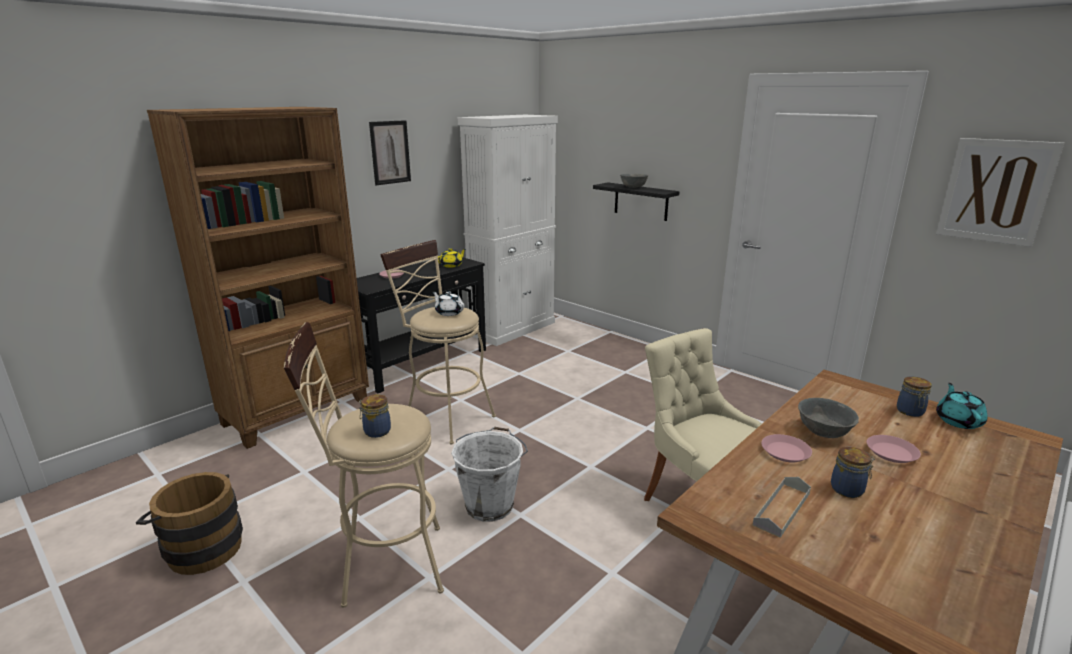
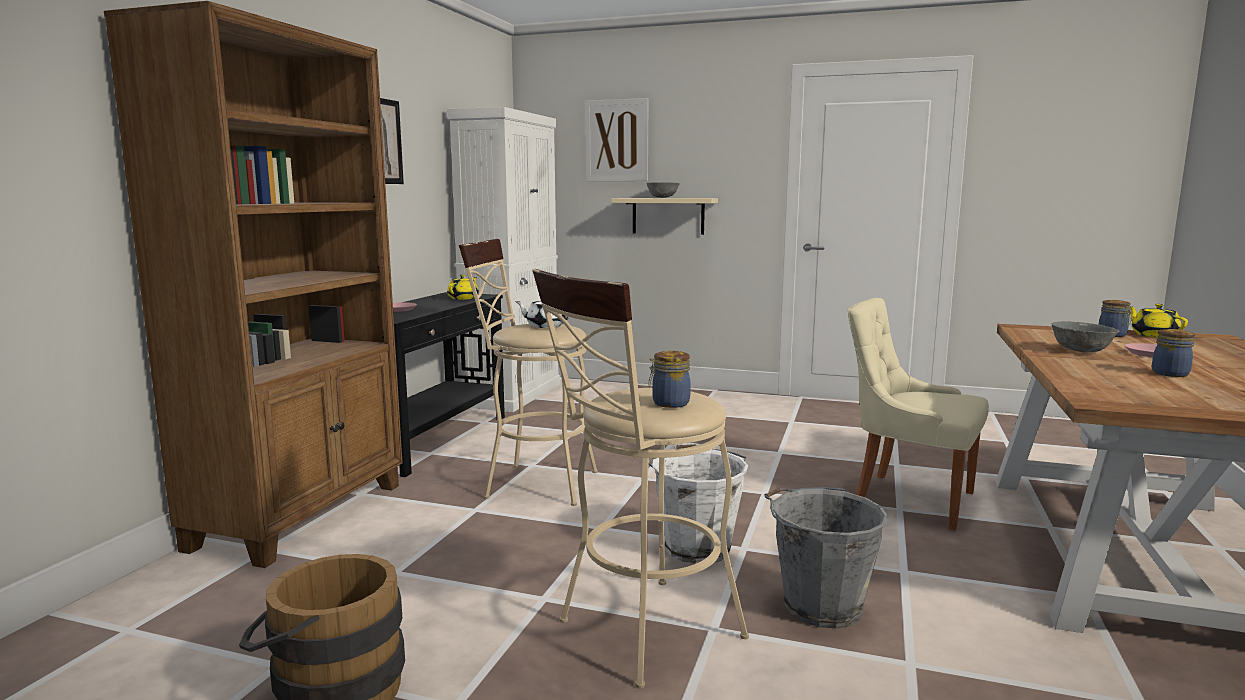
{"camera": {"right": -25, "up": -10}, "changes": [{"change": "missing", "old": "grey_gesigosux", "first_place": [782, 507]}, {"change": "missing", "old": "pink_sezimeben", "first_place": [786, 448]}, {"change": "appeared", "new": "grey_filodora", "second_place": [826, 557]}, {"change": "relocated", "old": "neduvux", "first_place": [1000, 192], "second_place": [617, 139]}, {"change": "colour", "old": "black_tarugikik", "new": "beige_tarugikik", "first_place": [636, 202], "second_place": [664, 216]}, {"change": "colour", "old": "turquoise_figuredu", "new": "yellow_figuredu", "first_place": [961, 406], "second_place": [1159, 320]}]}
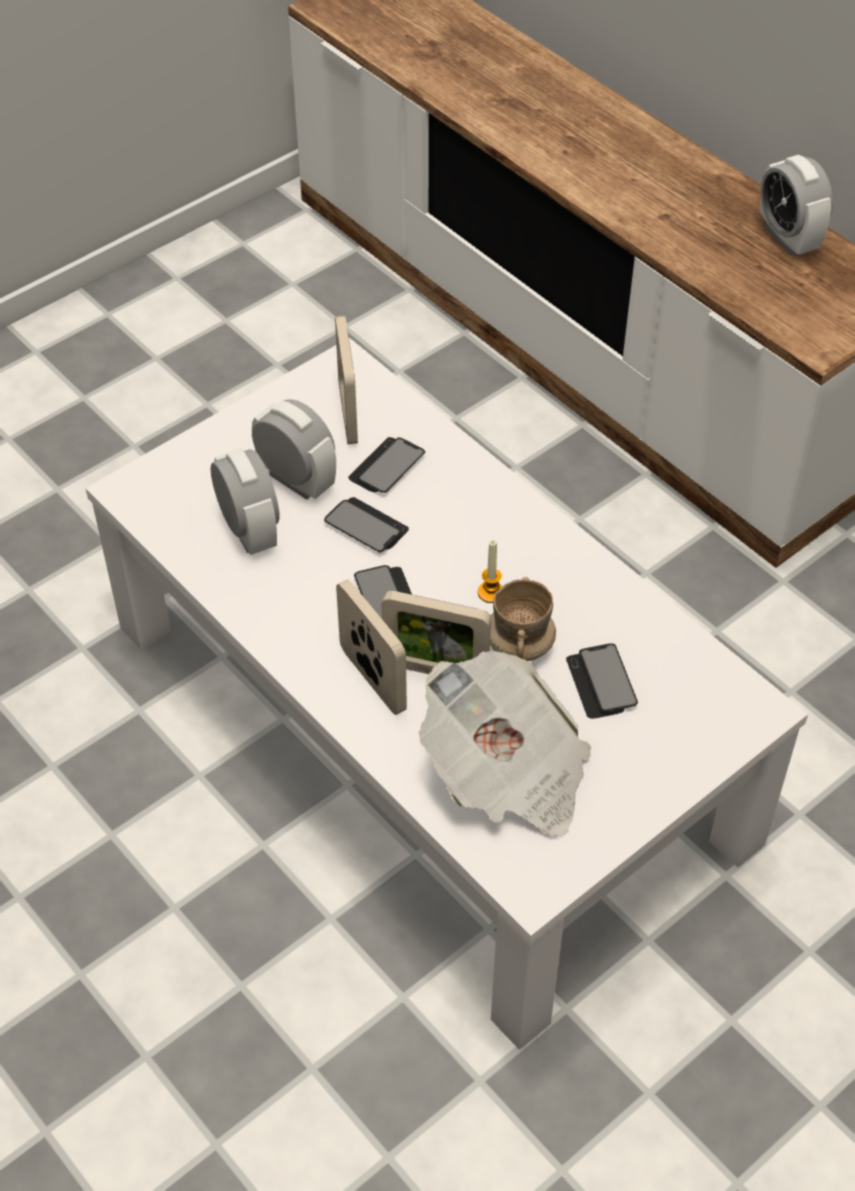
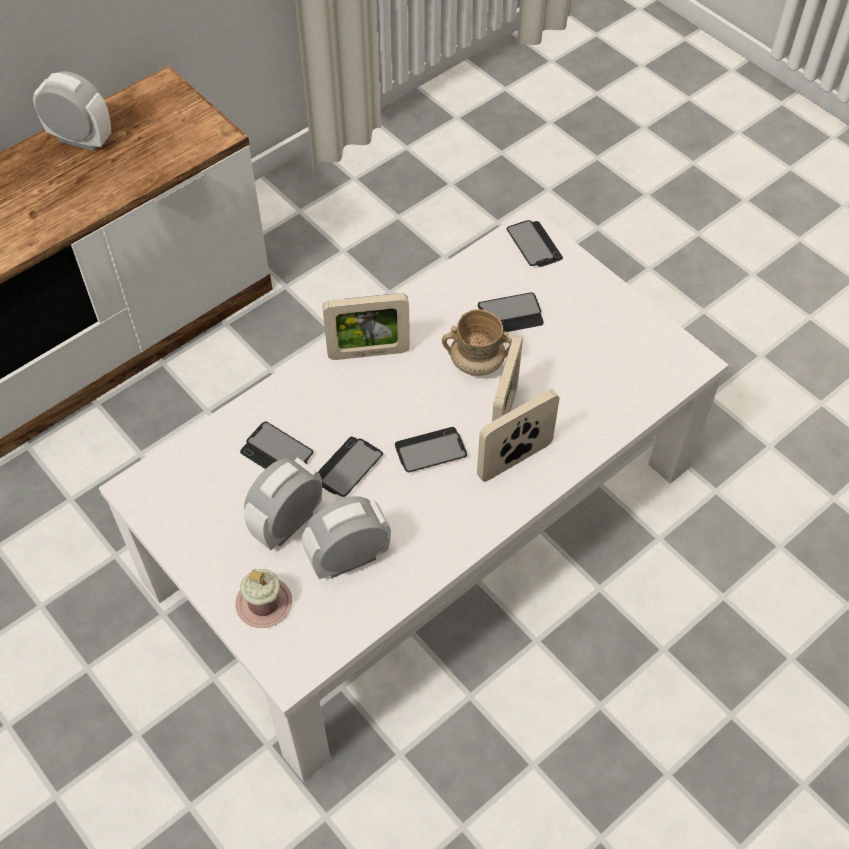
{"camera": {"right": -90, "up": 5}, "changes": [{"change": "missing", "old": "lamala", "first_place": [505, 744]}, {"change": "missing", "old": "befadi", "first_place": [490, 571]}, {"change": "appeared", "new": "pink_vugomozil", "second_place": [264, 598]}, {"change": "appeared", "new": "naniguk", "second_place": [535, 243]}, {"change": "relocated", "old": "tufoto", "first_place": [346, 380], "second_place": [366, 326]}, {"change": "spun", "old": "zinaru", "first_place": [796, 205], "second_place": [72, 111], "degrees": -135}]}
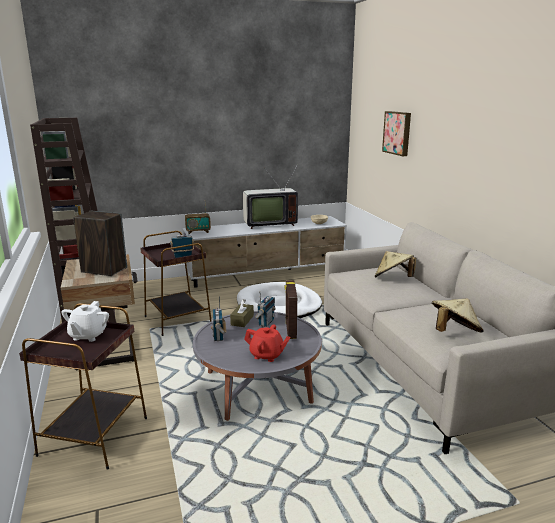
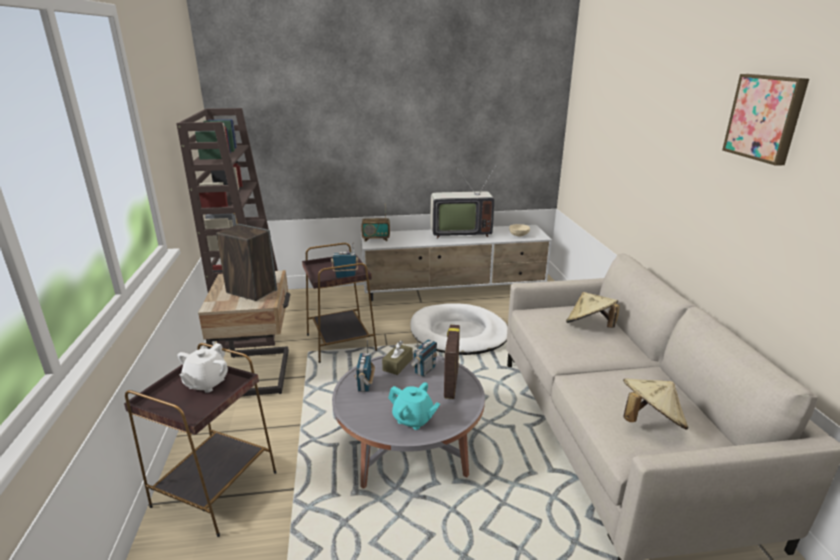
{"camera": {"right": 10, "up": 5}, "changes": [{"change": "relocated", "old": "neduvux", "first_place": [396, 133], "second_place": [765, 120]}, {"change": "colour", "old": "red_figuredu", "new": "turquoise_figuredu", "first_place": [267, 343], "second_place": [414, 406]}]}
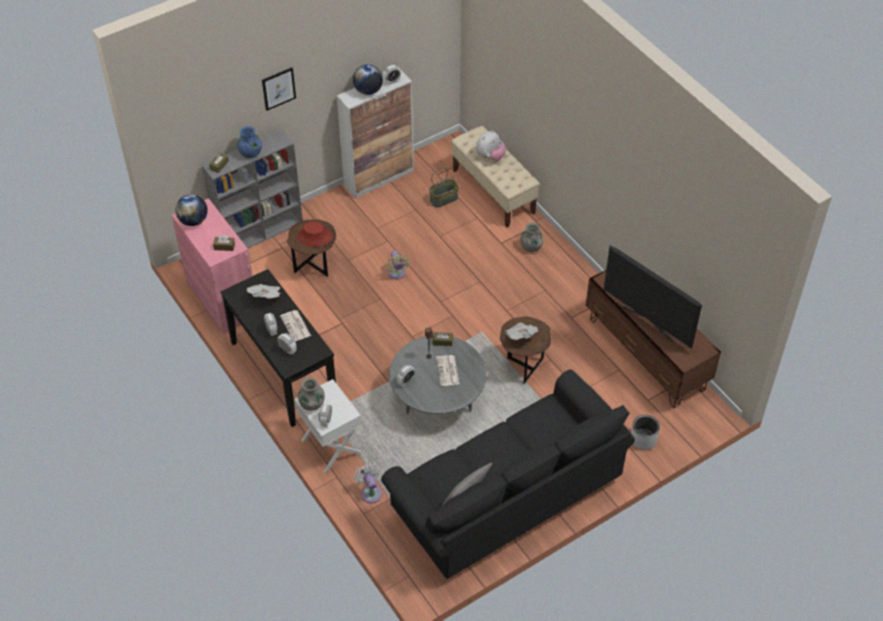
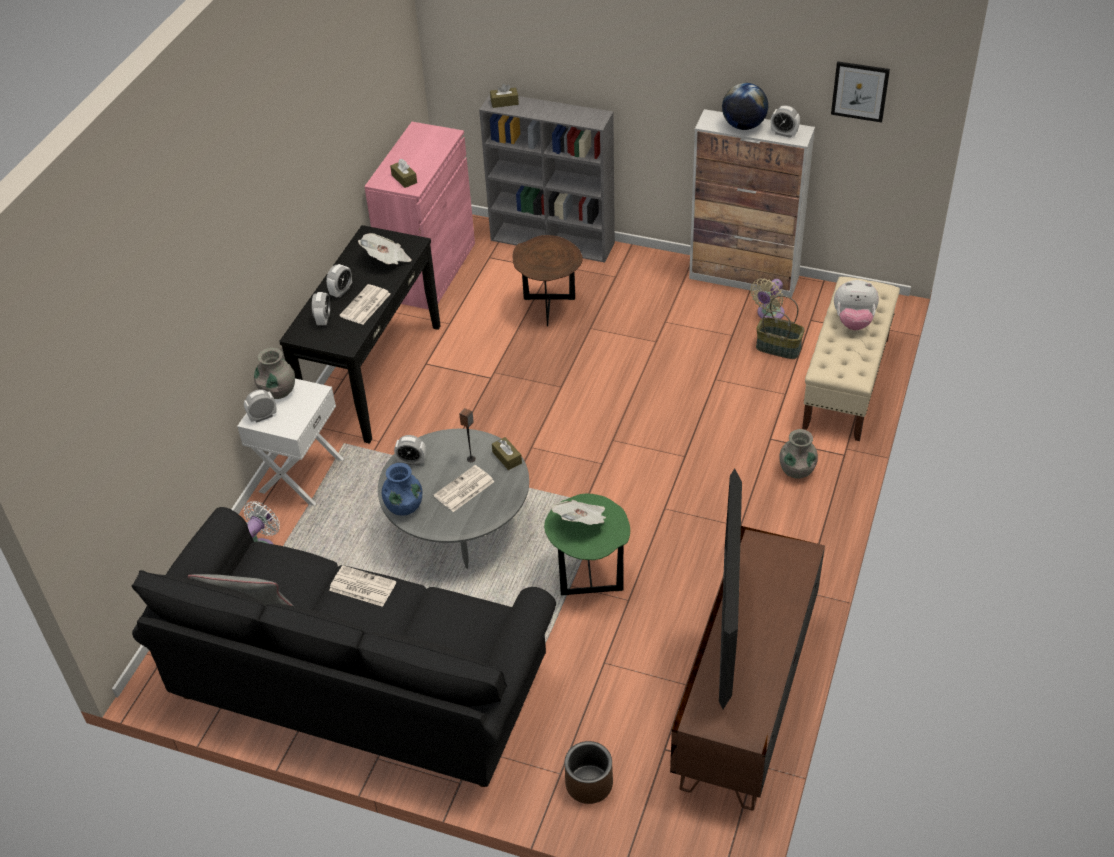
{"camera": {"right": 55, "up": -5}, "changes": [{"change": "missing", "old": "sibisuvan", "first_place": [191, 210]}, {"change": "missing", "old": "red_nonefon", "first_place": [315, 234]}, {"change": "appeared", "new": "lamala", "second_place": [362, 586]}, {"change": "relocated", "old": "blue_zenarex", "first_place": [249, 142], "second_place": [402, 489]}, {"change": "relocated", "old": "neduvux", "first_place": [279, 89], "second_place": [860, 92]}, {"change": "relocated", "old": "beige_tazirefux", "first_place": [398, 265], "second_place": [767, 298]}, {"change": "colour", "old": "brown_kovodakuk", "new": "green_kovodakuk", "first_place": [525, 350], "second_place": [587, 544]}, {"change": "colour", "old": "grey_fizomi", "new": "brown_fizomi", "first_place": [645, 432], "second_place": [588, 772]}]}
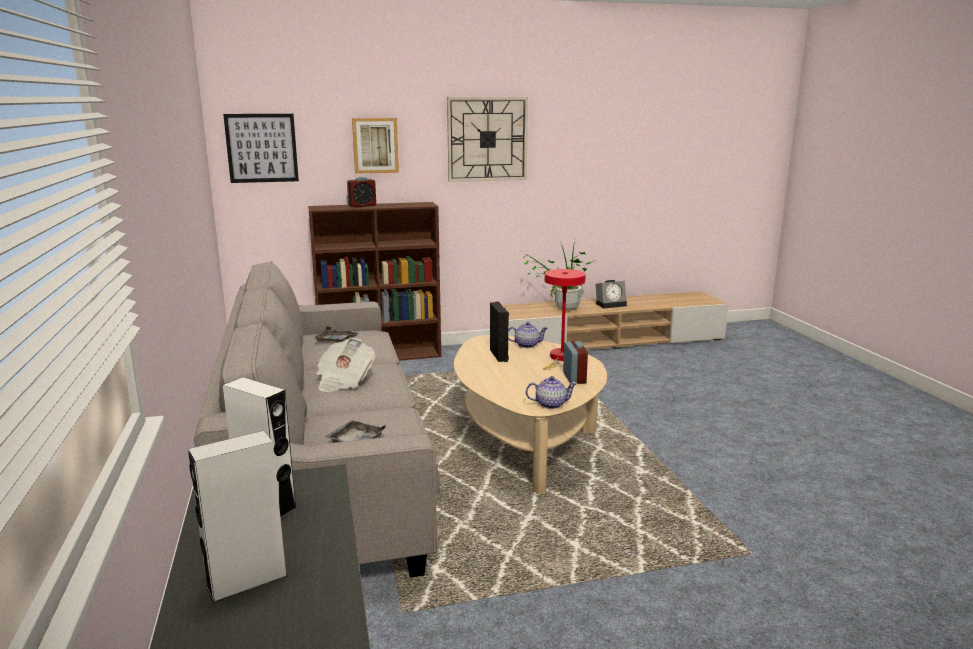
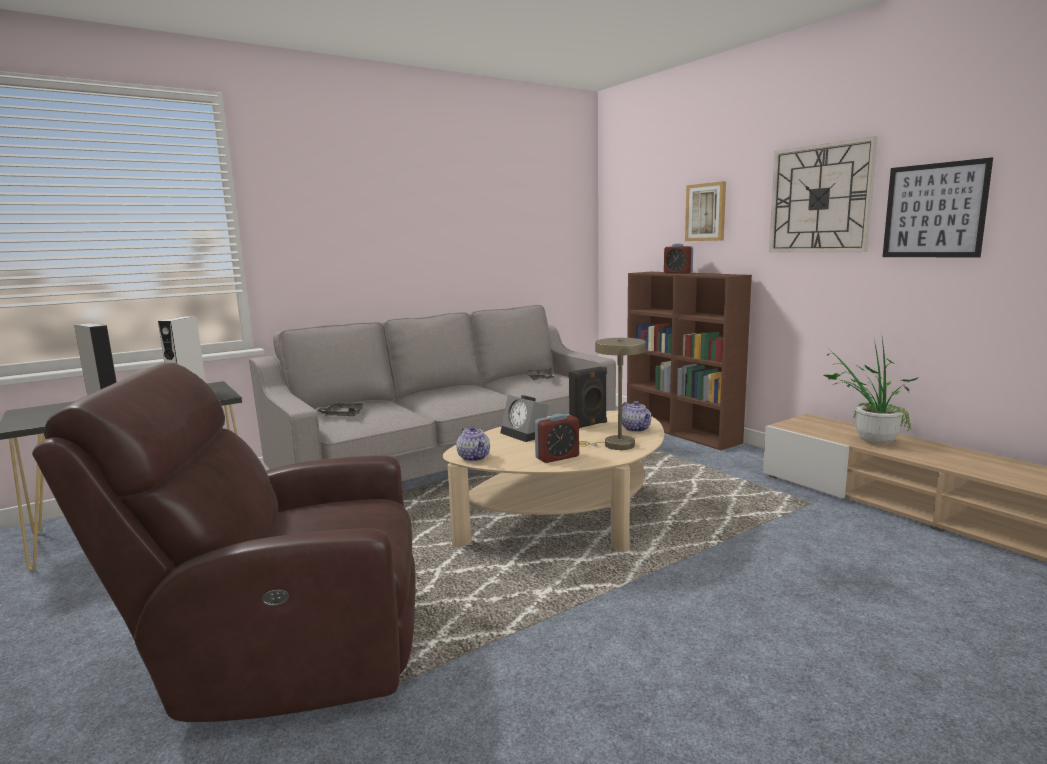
{"camera": {"right": 70, "up": -5}, "changes": [{"change": "missing", "old": "lamala", "first_place": [346, 365]}, {"change": "appeared", "new": "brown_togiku", "second_place": [224, 542]}, {"change": "relocated", "old": "neduvux", "first_place": [261, 148], "second_place": [938, 207]}, {"change": "relocated", "old": "zinaru", "first_place": [611, 294], "second_place": [524, 418]}, {"change": "colour", "old": "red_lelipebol", "new": "beige_lelipebol", "first_place": [564, 319], "second_place": [612, 394]}]}
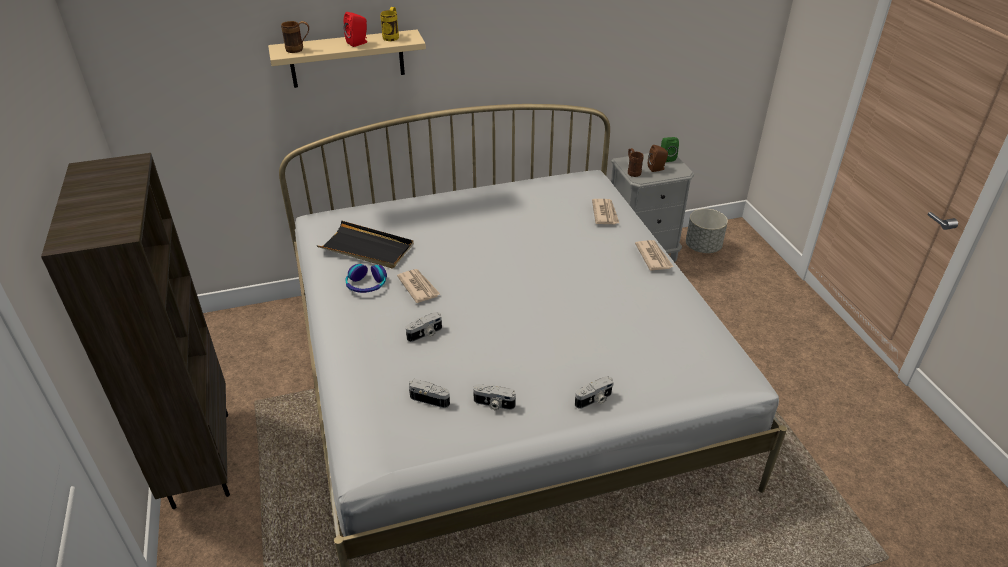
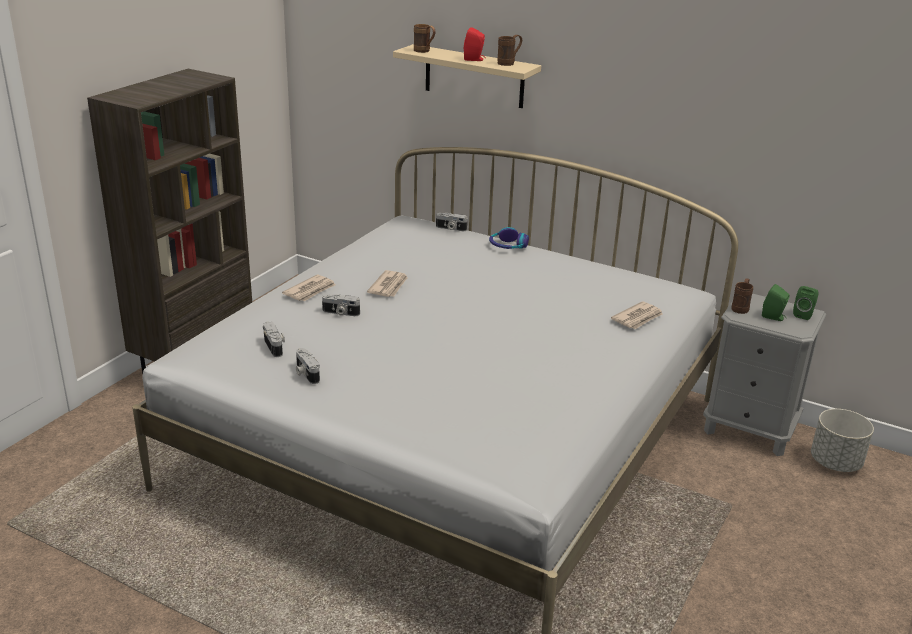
{"camera": {"right": 45, "up": -10}, "changes": [{"change": "missing", "old": "black_gesigosux", "first_place": [365, 244]}, {"change": "relocated", "old": "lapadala", "first_place": [366, 278], "second_place": [509, 238]}, {"change": "relocated", "old": "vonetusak", "first_place": [594, 392], "second_place": [451, 222]}, {"change": "relocated", "old": "lamala", "first_place": [654, 255], "second_place": [309, 288]}, {"change": "colour", "old": "yellow_vugomozil", "new": "brown_vugomozil", "first_place": [389, 24], "second_place": [509, 50]}, {"change": "colour", "old": "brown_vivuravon", "new": "green_vivuravon", "first_place": [658, 158], "second_place": [775, 302]}]}
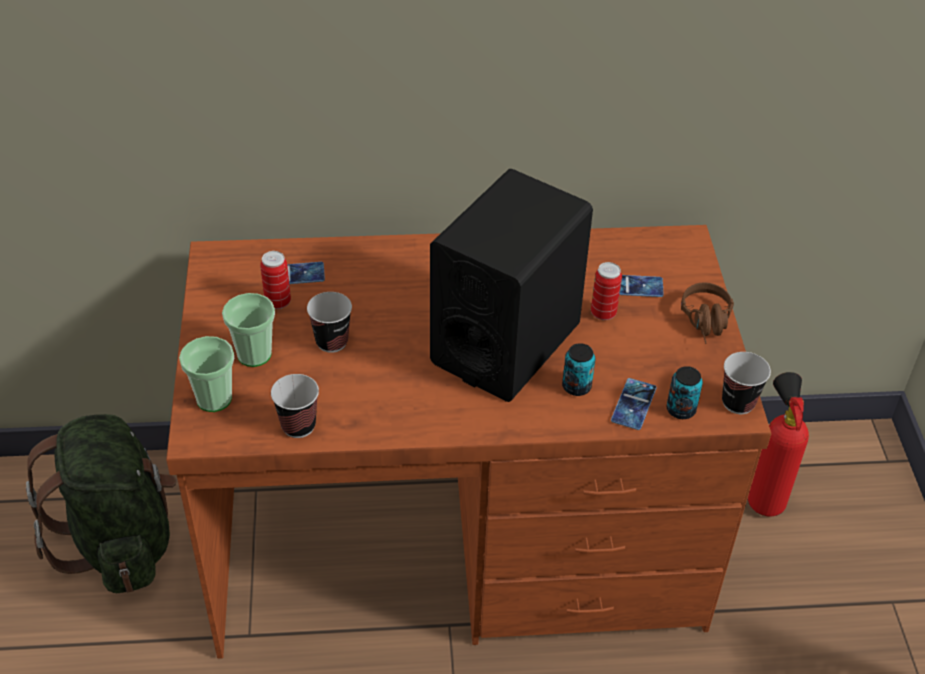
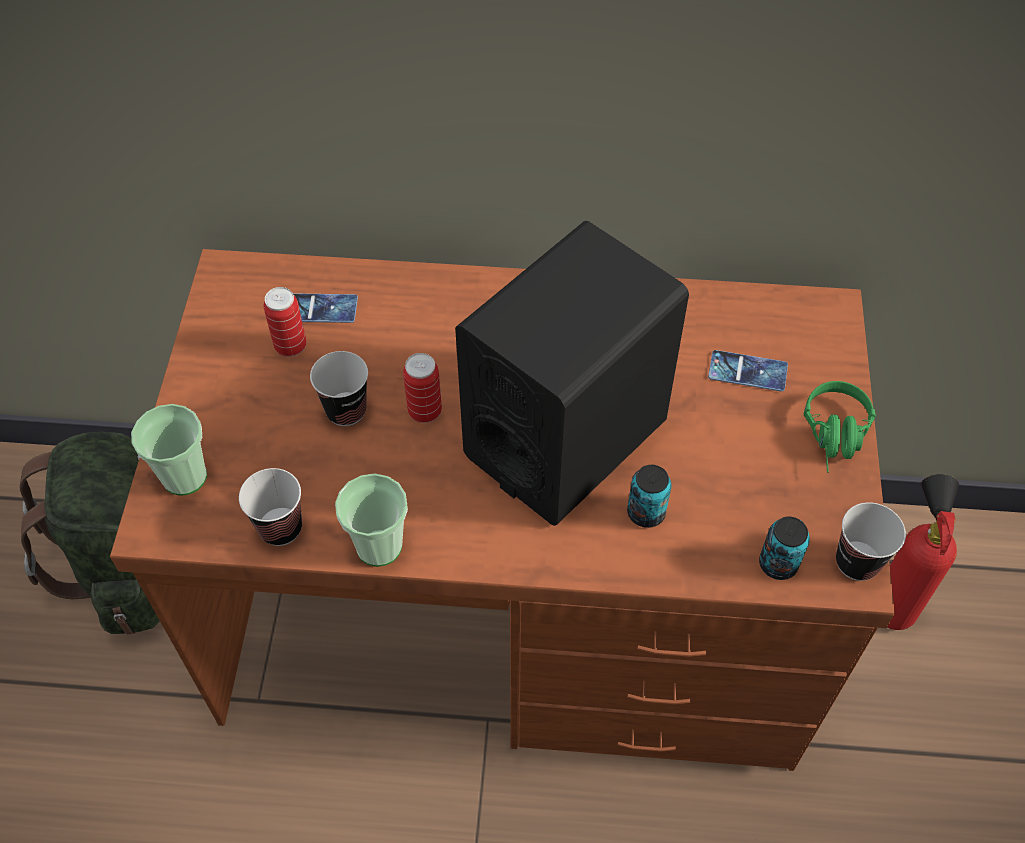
{"camera": {"right": 10, "up": 10}, "changes": [{"change": "missing", "old": "naniguk", "first_place": [633, 404]}, {"change": "relocated", "old": "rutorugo", "first_place": [248, 330], "second_place": [371, 520]}, {"change": "relocated", "old": "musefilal", "first_place": [606, 291], "second_place": [422, 388]}, {"change": "colour", "old": "brown_lapadala", "new": "green_lapadala", "first_place": [707, 313], "second_place": [840, 427]}]}
